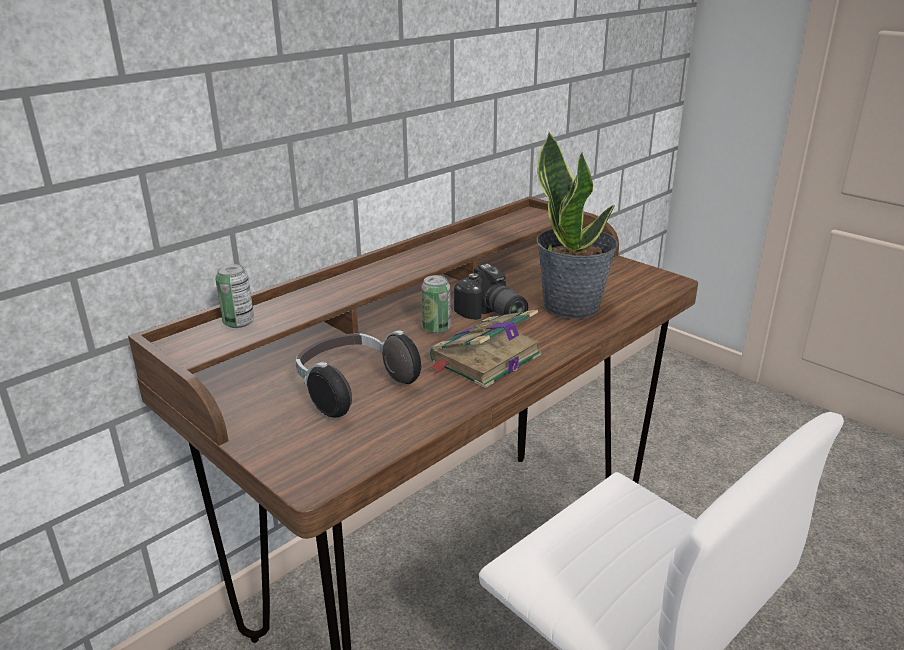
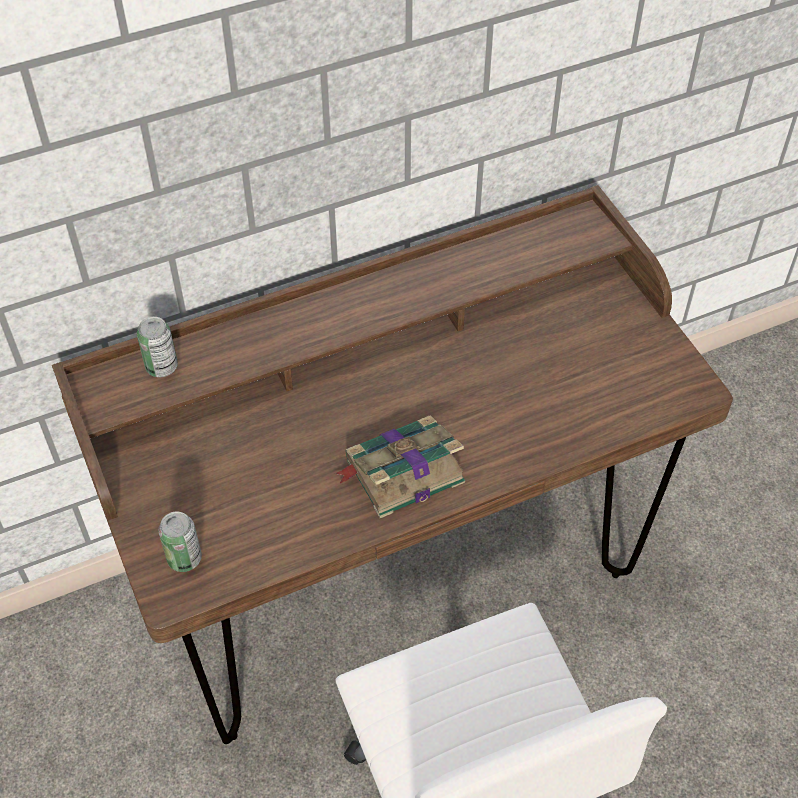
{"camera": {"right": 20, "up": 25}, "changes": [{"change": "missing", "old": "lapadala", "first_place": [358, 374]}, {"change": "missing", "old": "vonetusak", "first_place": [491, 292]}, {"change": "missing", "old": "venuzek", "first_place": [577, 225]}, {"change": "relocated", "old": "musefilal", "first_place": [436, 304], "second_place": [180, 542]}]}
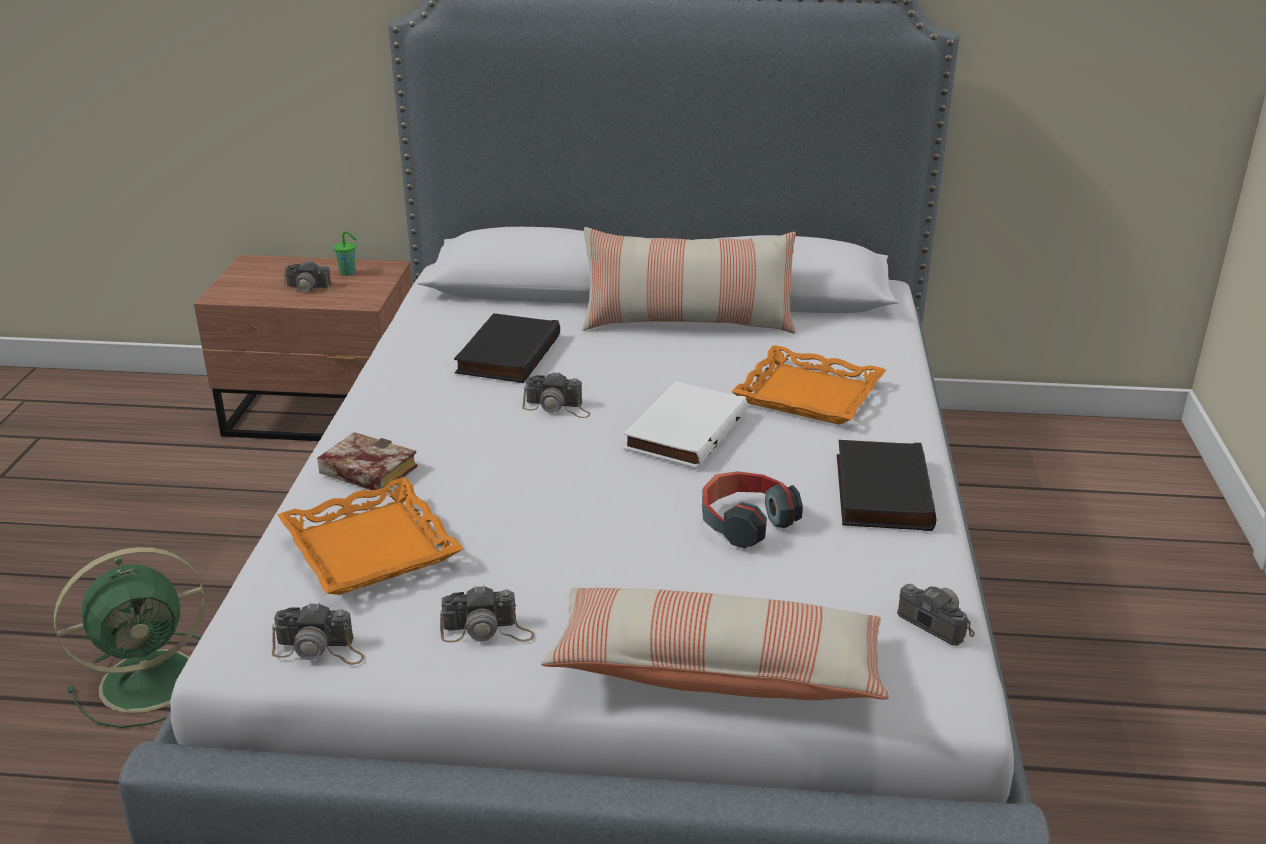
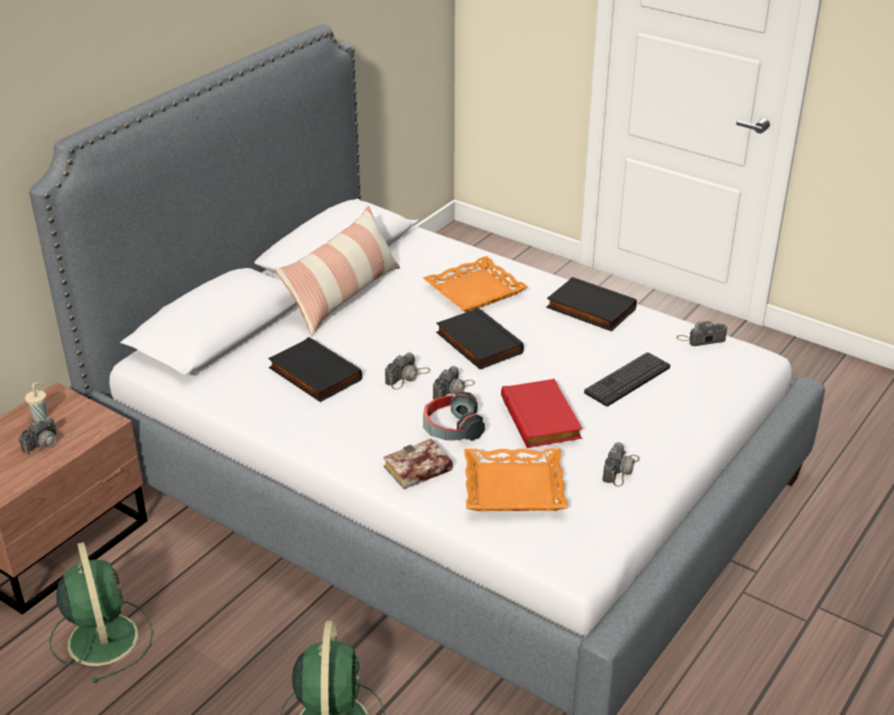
{"camera": {"right": -60, "up": 5}, "changes": [{"change": "missing", "old": "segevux", "first_place": [715, 643]}, {"change": "appeared", "new": "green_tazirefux", "second_place": [101, 612]}, {"change": "appeared", "new": "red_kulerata", "second_place": [541, 413]}, {"change": "appeared", "new": "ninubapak", "second_place": [627, 379]}, {"change": "relocated", "old": "vonetusak", "first_place": [318, 633], "second_place": [454, 383]}, {"change": "relocated", "old": "lapadala", "first_place": [752, 509], "second_place": [454, 416]}, {"change": "colour", "old": "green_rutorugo", "new": "beige_rutorugo", "first_place": [344, 253], "second_place": [36, 401]}, {"change": "colour", "old": "white_kulerata", "new": "black_kulerata", "first_place": [685, 425], "second_place": [480, 338]}]}
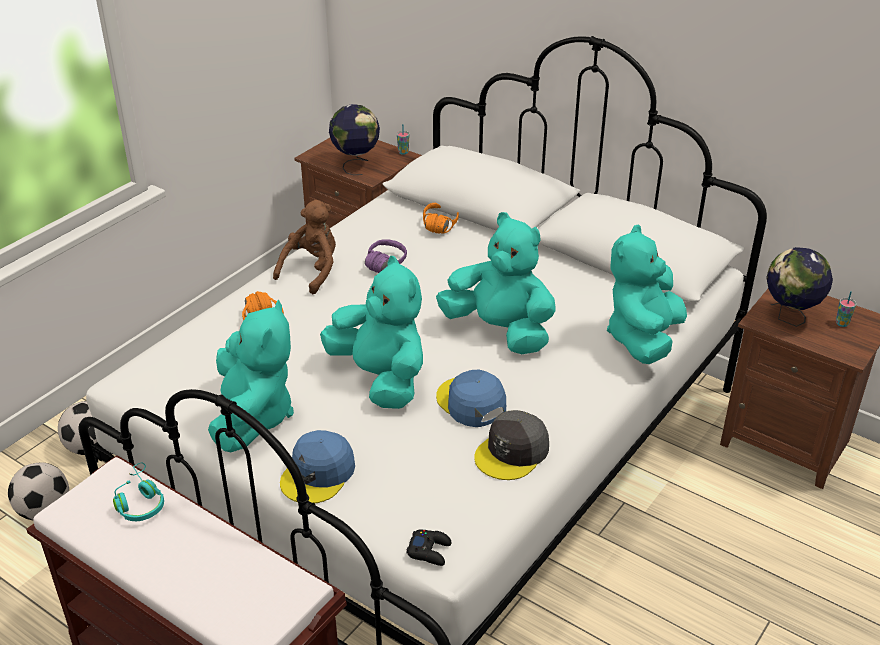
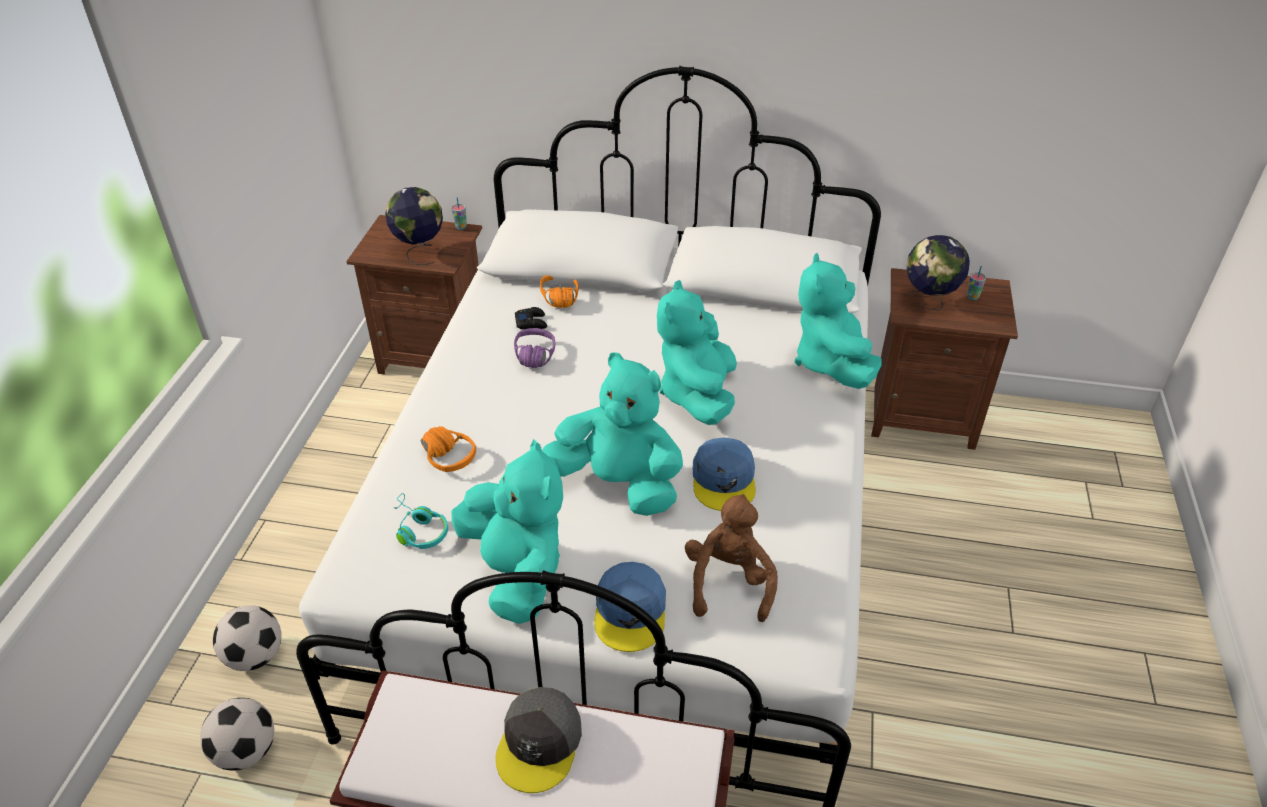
{"camera": {"right": -25, "up": 5}, "changes": [{"change": "relocated", "old": "turquoise_lapadala", "first_place": [138, 491], "second_place": [421, 521]}, {"change": "relocated", "old": "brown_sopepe", "first_place": [304, 247], "second_place": [731, 558]}, {"change": "relocated", "old": "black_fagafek", "first_place": [429, 548], "second_place": [531, 318]}, {"change": "relocated", "old": "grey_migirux", "first_place": [511, 445], "second_place": [538, 740]}, {"change": "spun", "old": "turquoise_sopepe", "first_place": [496, 283], "second_place": [697, 352], "degrees": -90}, {"change": "spun", "old": "blue_migirux", "first_place": [471, 398], "second_place": [724, 474], "degrees": -120}]}
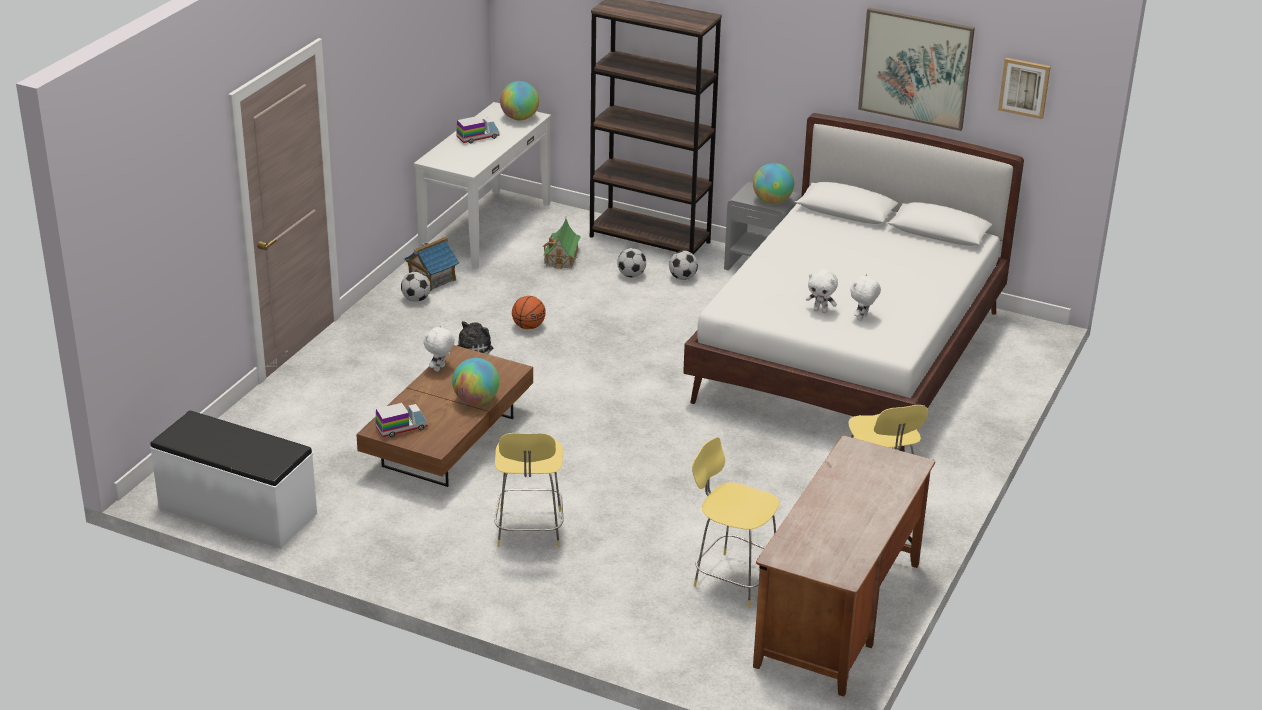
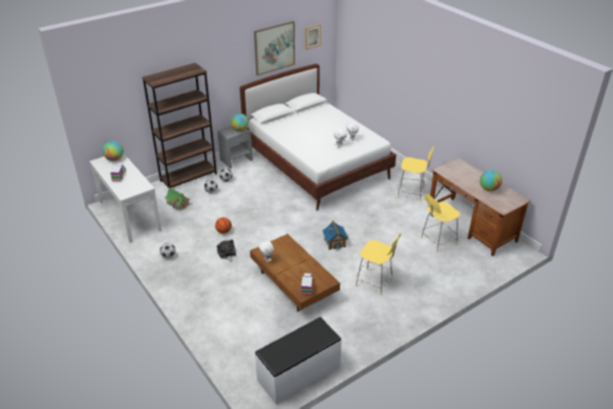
{"camera": {"right": -60, "up": 5}, "changes": [{"change": "relocated", "old": "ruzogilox", "first_place": [431, 264], "second_place": [335, 236]}, {"change": "relocated", "old": "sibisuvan", "first_place": [476, 381], "second_place": [491, 180]}]}
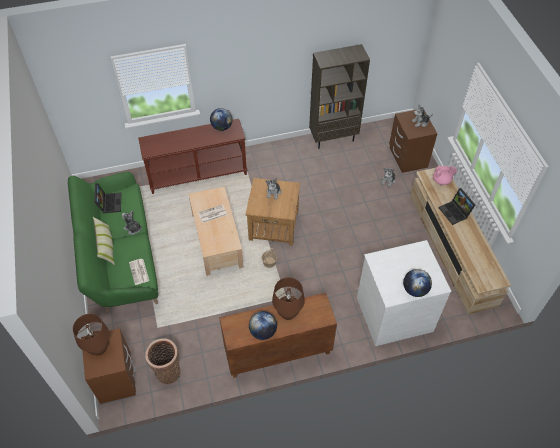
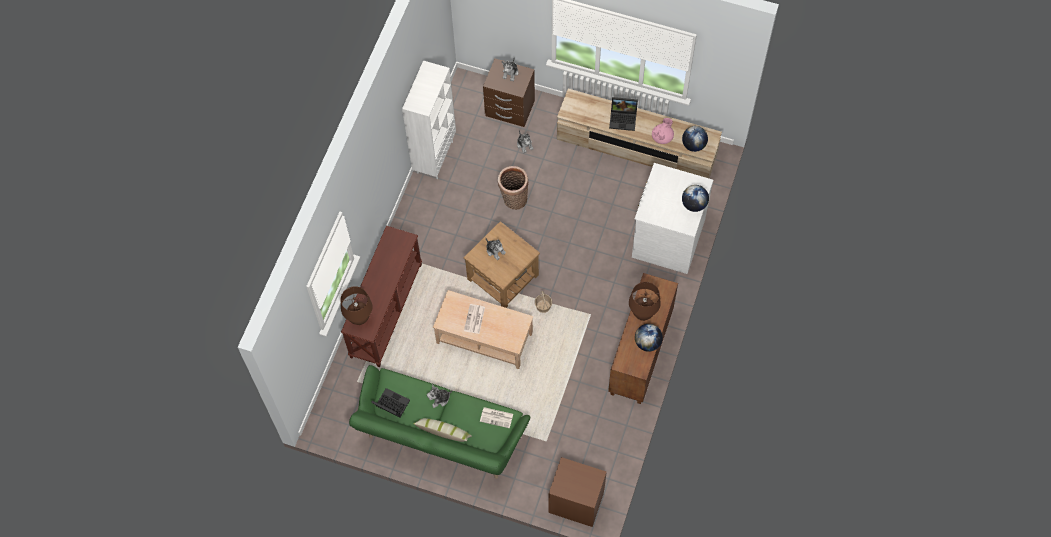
{"camera": {"right": -55, "up": 10}, "changes": [{"change": "relocated", "old": "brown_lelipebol", "first_place": [91, 335], "second_place": [357, 305]}, {"change": "relocated", "old": "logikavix", "first_place": [163, 361], "second_place": [513, 188]}, {"change": "relocated", "old": "sibisuvan", "first_place": [221, 119], "second_place": [695, 139]}, {"change": "relocated", "old": "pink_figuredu", "first_place": [445, 175], "second_place": [663, 131]}, {"change": "colour", "old": "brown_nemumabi", "new": "white_nemumabi", "first_place": [339, 96], "second_place": [429, 119]}]}
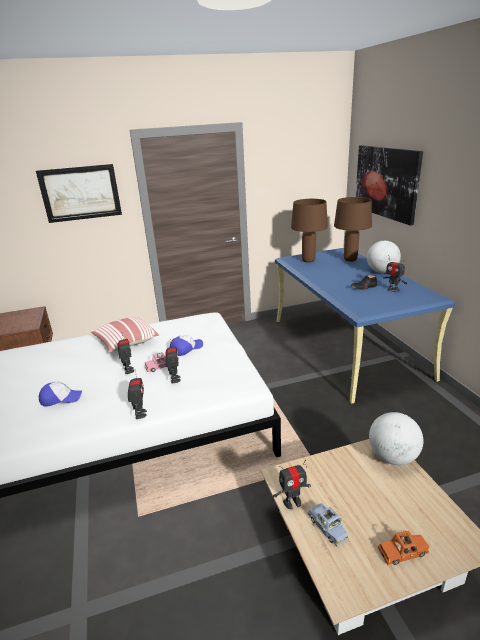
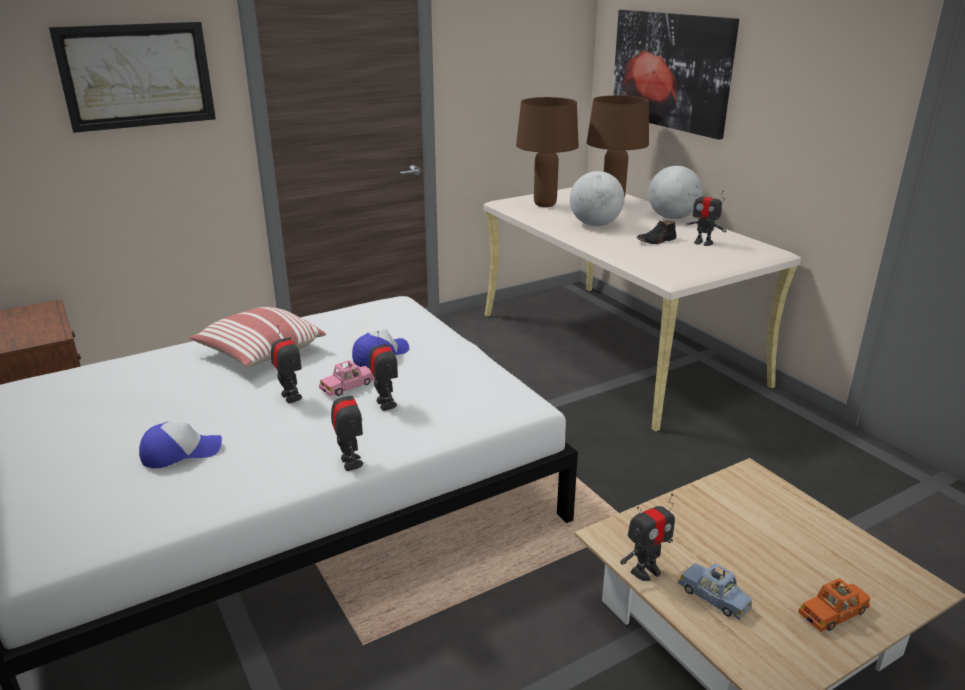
{"camera": {"right": -15, "up": 0}, "changes": [{"change": "relocated", "old": "sibisuvan", "first_place": [396, 438], "second_place": [597, 198]}, {"change": "colour", "old": "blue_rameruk", "new": "beige_rameruk", "first_place": [365, 326], "second_place": [642, 309]}]}
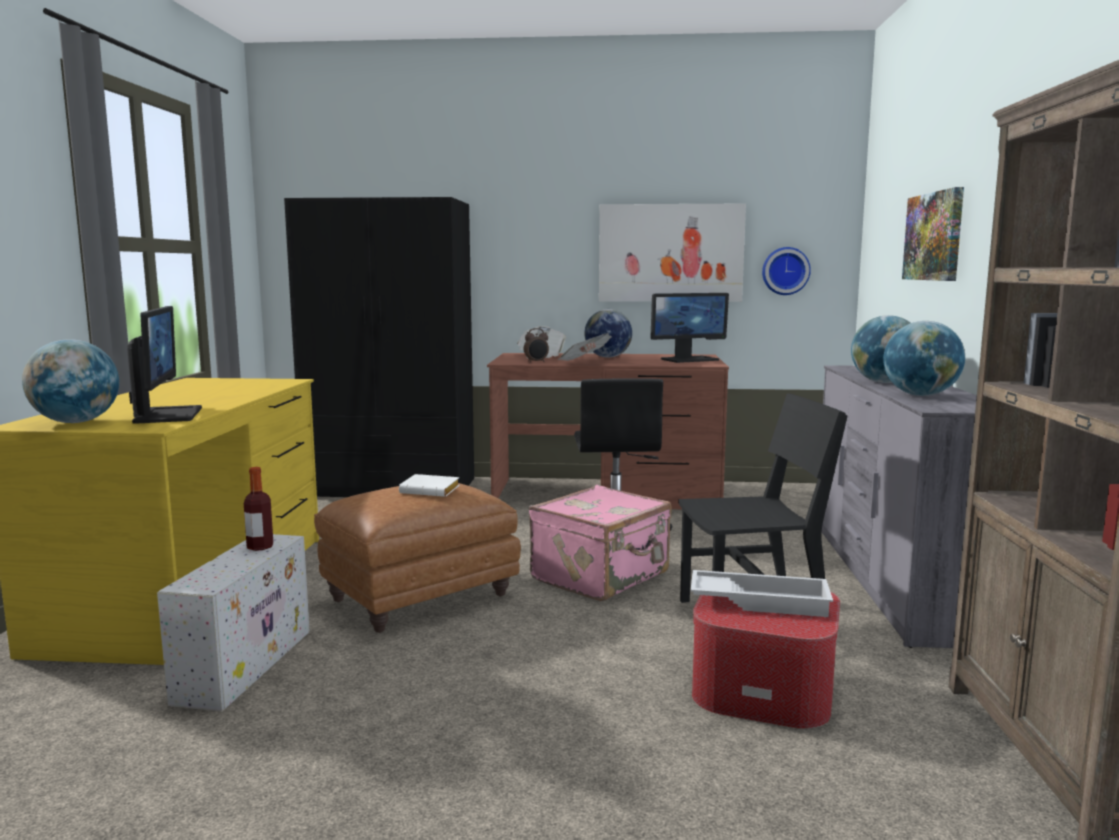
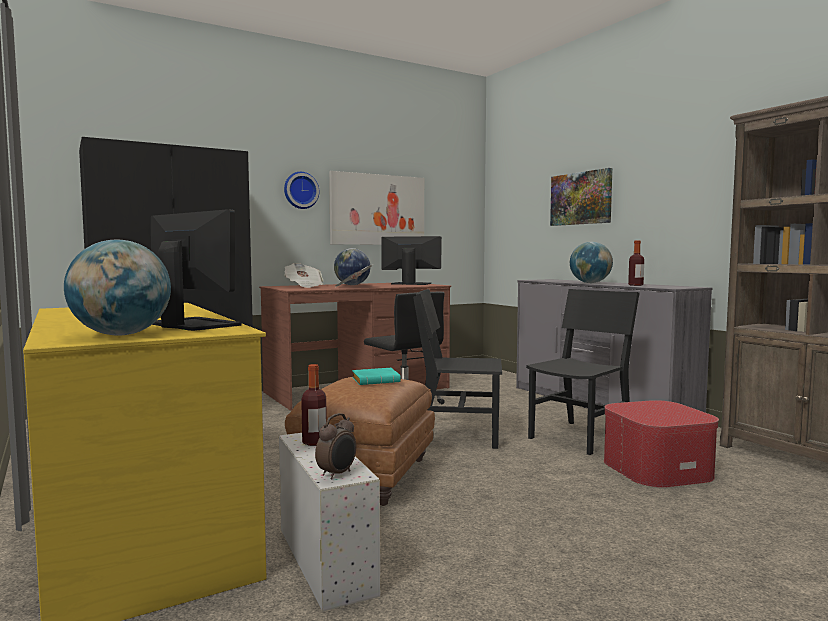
{"camera": {"right": -35, "up": -5}, "changes": [{"change": "missing", "old": "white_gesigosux", "first_place": [762, 593]}, {"change": "relocated", "old": "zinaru", "first_place": [536, 345], "second_place": [335, 446]}, {"change": "relocated", "old": "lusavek", "first_place": [786, 271], "second_place": [302, 190]}, {"change": "exchanged", "old": "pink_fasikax", "new": "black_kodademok", "first_place": [600, 543], "second_place": [457, 369]}, {"change": "exchanged", "old": "sibisuvan", "new": "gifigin", "first_place": [924, 358], "second_place": [636, 263]}, {"change": "colour", "old": "white_kulerata", "new": "turquoise_kulerata", "first_place": [429, 485], "second_place": [376, 376]}, {"change": "spun", "old": "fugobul", "first_place": [689, 328], "second_place": [411, 260], "degrees": -105}]}
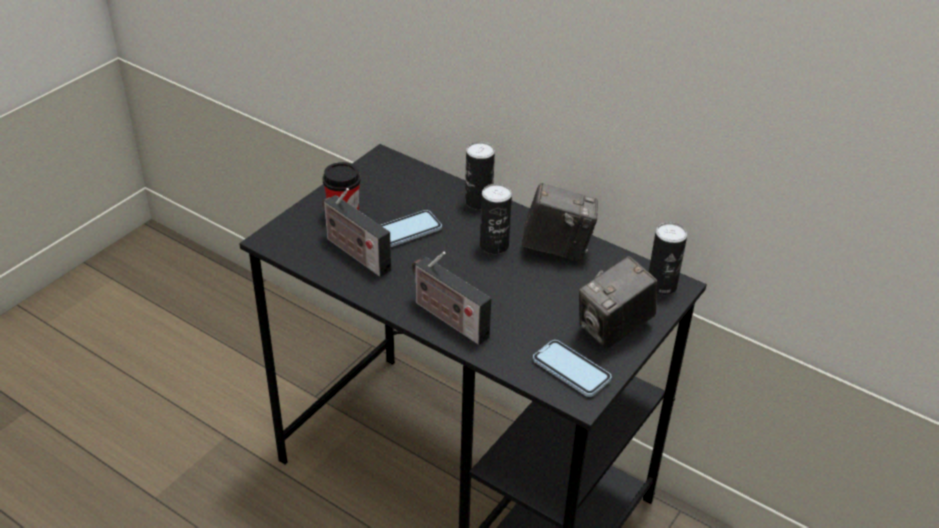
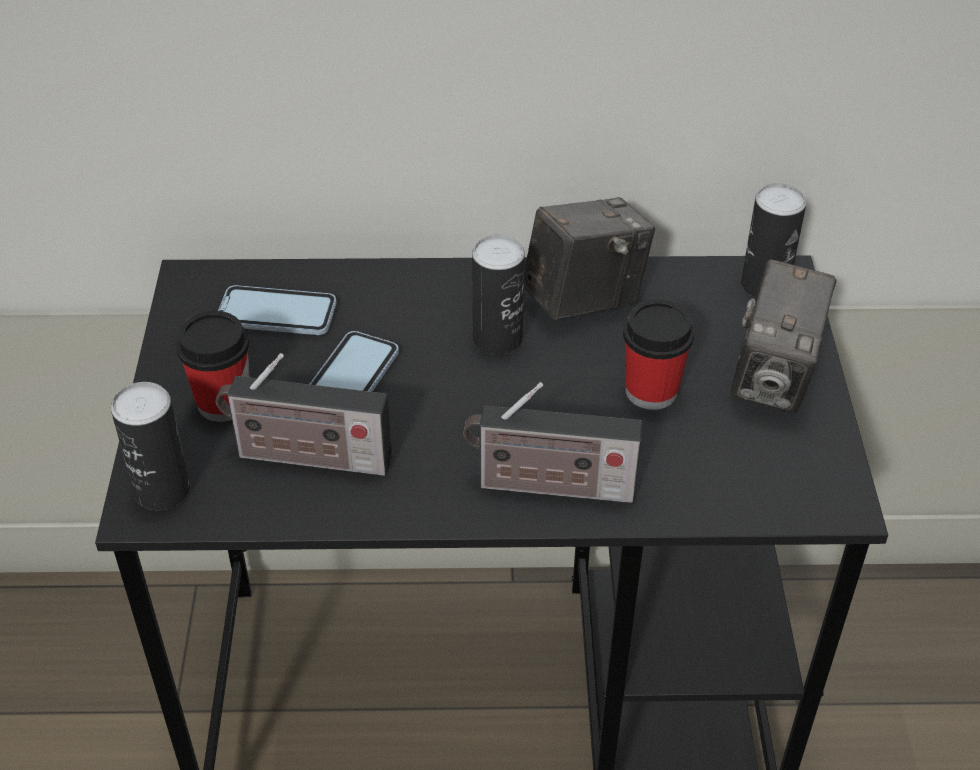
{"camera": {"right": -35, "up": 5}, "changes": [{"change": "appeared", "new": "rutorugo", "second_place": [658, 354]}, {"change": "relocated", "old": "musefilal", "first_place": [480, 176], "second_place": [150, 446]}, {"change": "relocated", "old": "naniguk", "first_place": [572, 368], "second_place": [277, 310]}]}
